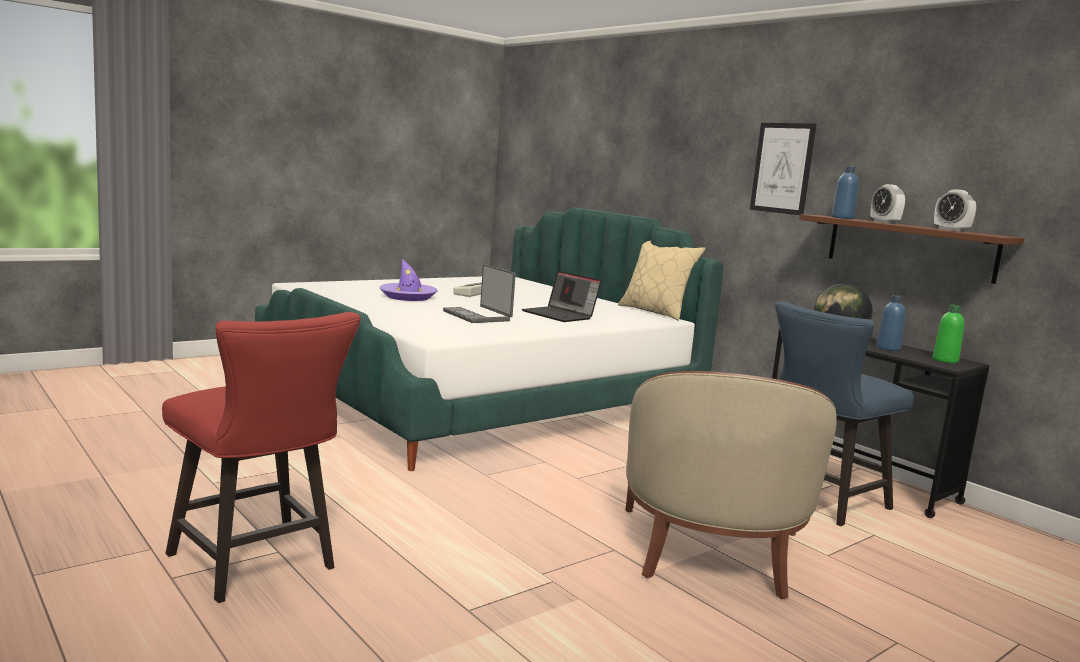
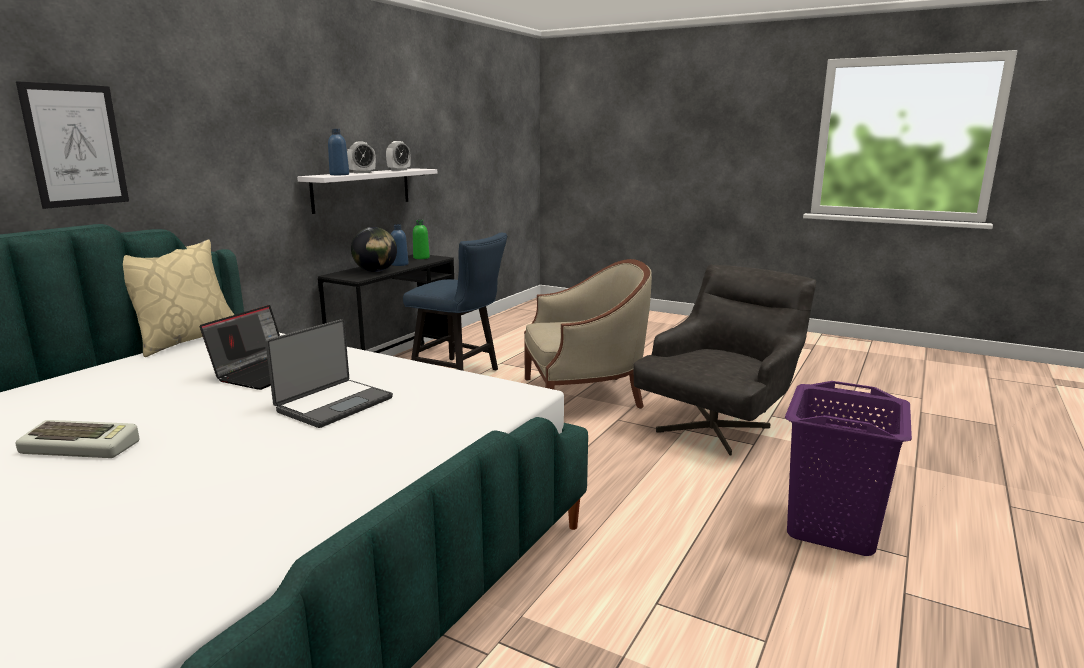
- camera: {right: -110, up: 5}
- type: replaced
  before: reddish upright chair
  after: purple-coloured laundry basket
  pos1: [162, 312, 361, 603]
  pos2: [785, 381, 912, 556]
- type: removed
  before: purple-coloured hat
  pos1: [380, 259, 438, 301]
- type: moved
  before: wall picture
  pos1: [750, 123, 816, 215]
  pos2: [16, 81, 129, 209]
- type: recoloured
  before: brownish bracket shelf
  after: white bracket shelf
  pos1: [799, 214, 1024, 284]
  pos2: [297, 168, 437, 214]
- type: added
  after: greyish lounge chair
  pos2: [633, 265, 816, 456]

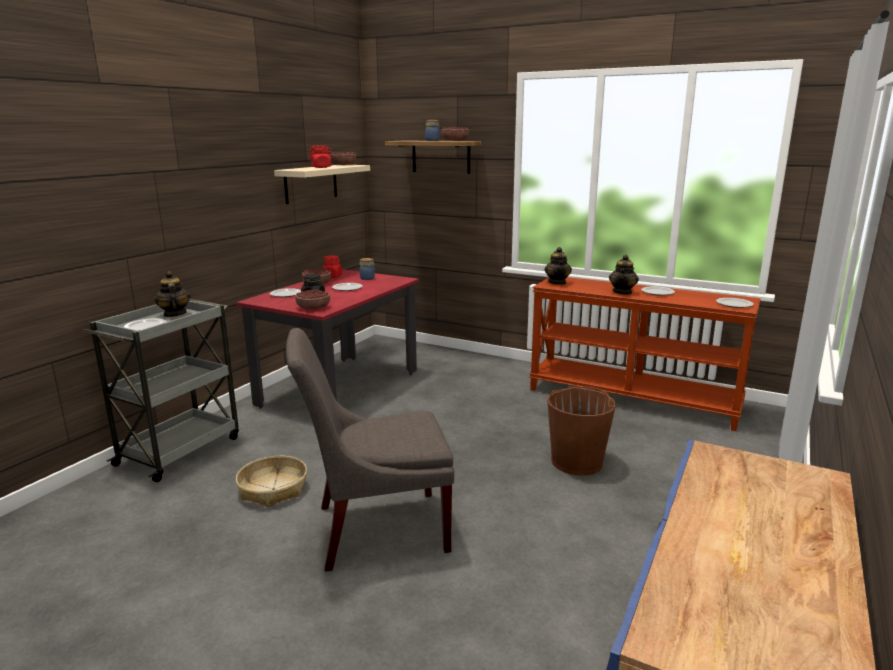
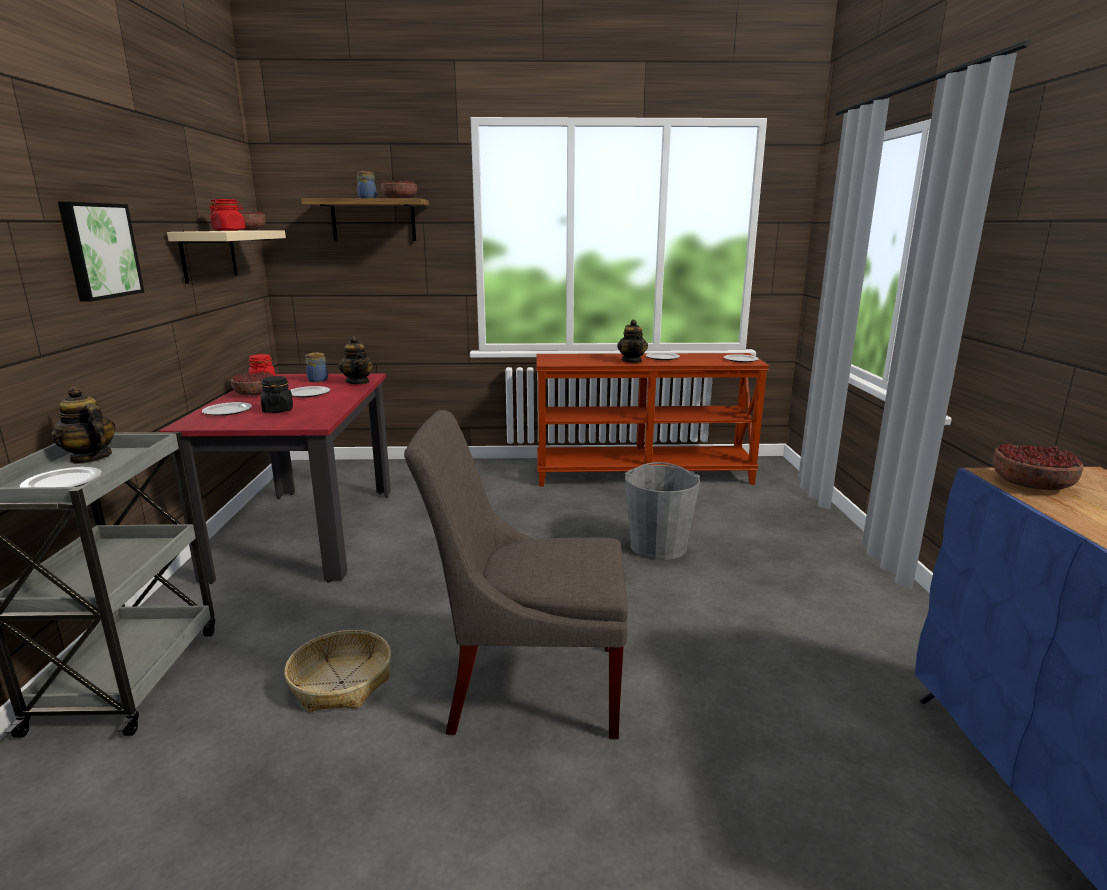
- camera: {right: -30, up: 0}
- type: turned
  before: greyish upright chair
  pos1: [286, 328, 454, 571]
  pos2: [404, 410, 628, 739]
  turn: 45
- type: moved
  before: serving bowl
  pos1: [295, 289, 330, 309]
  pos2: [993, 443, 1084, 490]
- type: moved
  before: pot for tea
  pos1: [544, 247, 572, 285]
  pos2: [338, 336, 374, 384]
- type: recoloured
  before: brownish bucket
  after: greyish bucket
  pos1: [547, 387, 616, 475]
  pos2: [625, 462, 700, 560]
- type: added
  after: wall picture
  pos2: [58, 202, 144, 302]

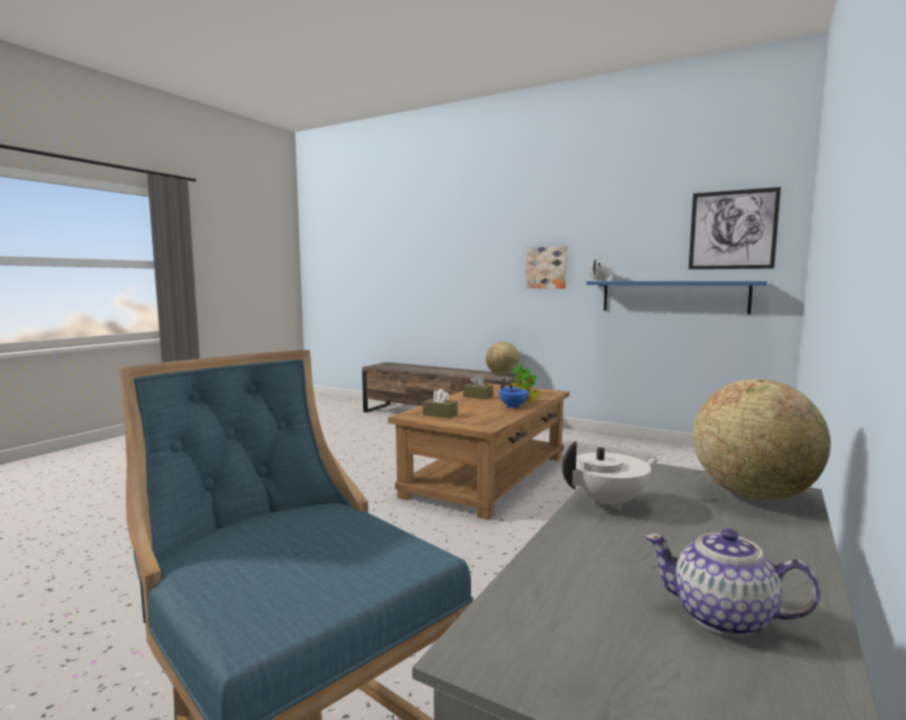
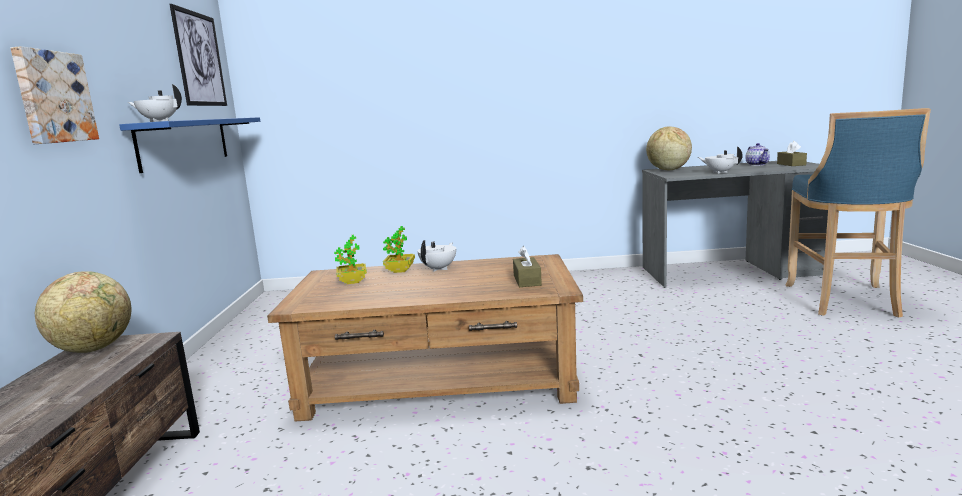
- camera: {right: -120, up: 5}
- type: moved
  before: brownish box of tissues
  pos1: [463, 374, 493, 399]
  pos2: [777, 141, 807, 166]
- type: recoloured
  before: bluish pot for tea
  after: white pot for tea
  pos1: [499, 379, 529, 409]
  pos2: [417, 240, 456, 272]

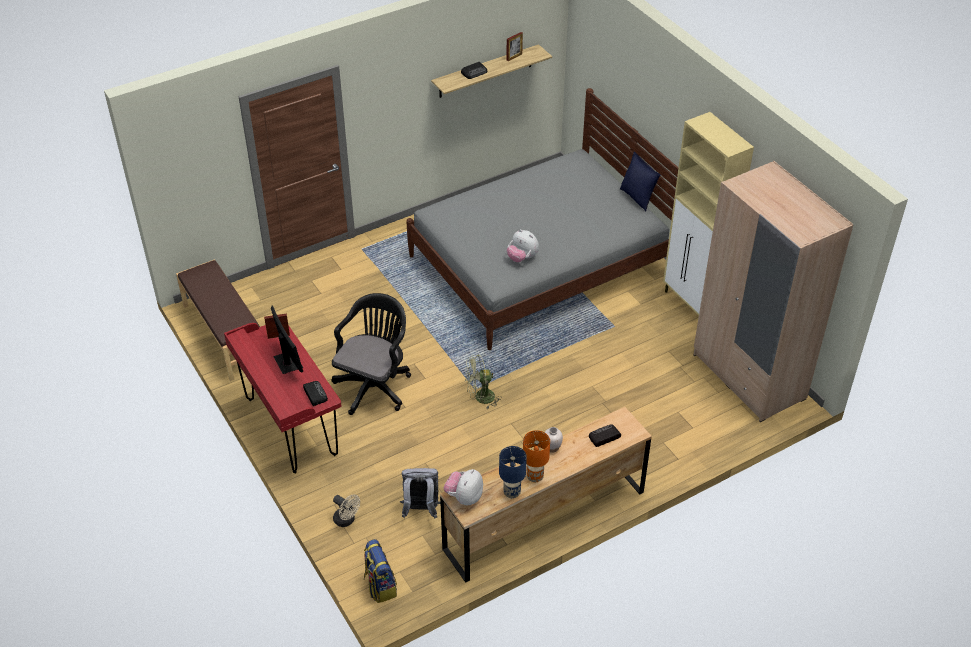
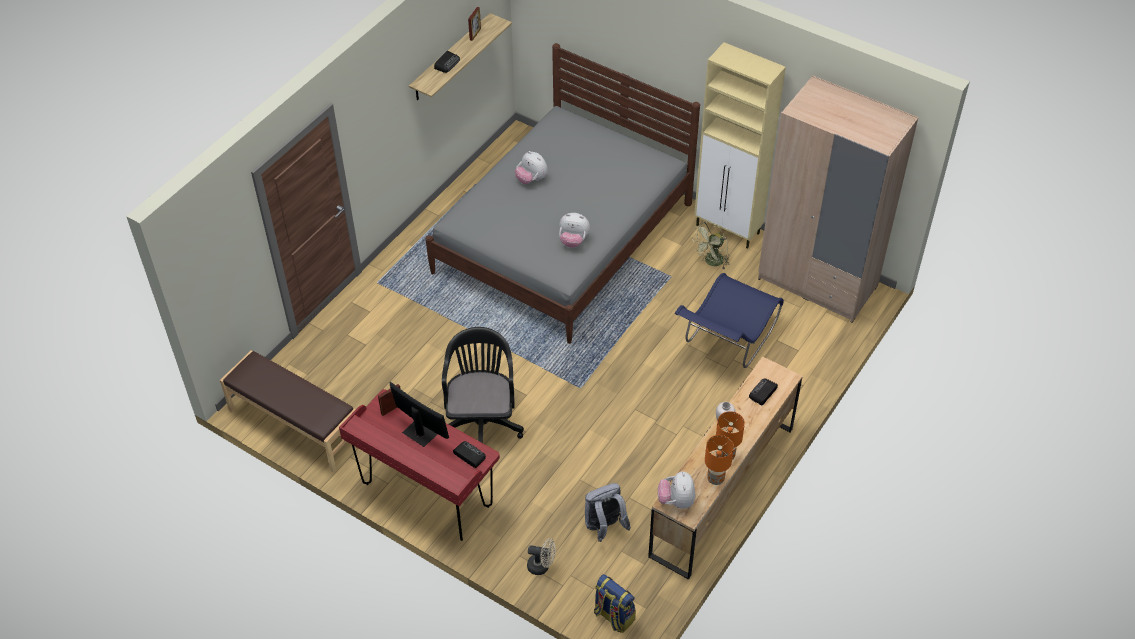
- camera: {right: -25, up: 5}
- type: moved
  before: green electric fan
  pos1: [465, 354, 502, 409]
  pos2: [692, 221, 730, 269]
- type: recoloured
  before: bluish lamp for a table
  after: orange-coloured lamp for a table
  pos1: [499, 446, 527, 498]
  pos2: [705, 435, 734, 485]
- type: removed
  before: bluish cushion
  pos1: [620, 152, 661, 212]
- type: added
  after: soft toy
  pos2: [515, 151, 548, 184]
- type: added
  after: bluish upright chair
  pos2: [675, 273, 784, 368]

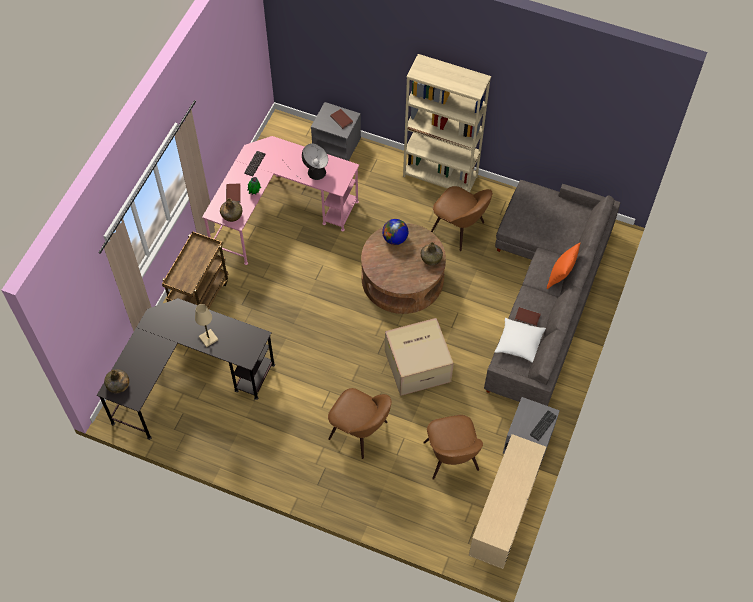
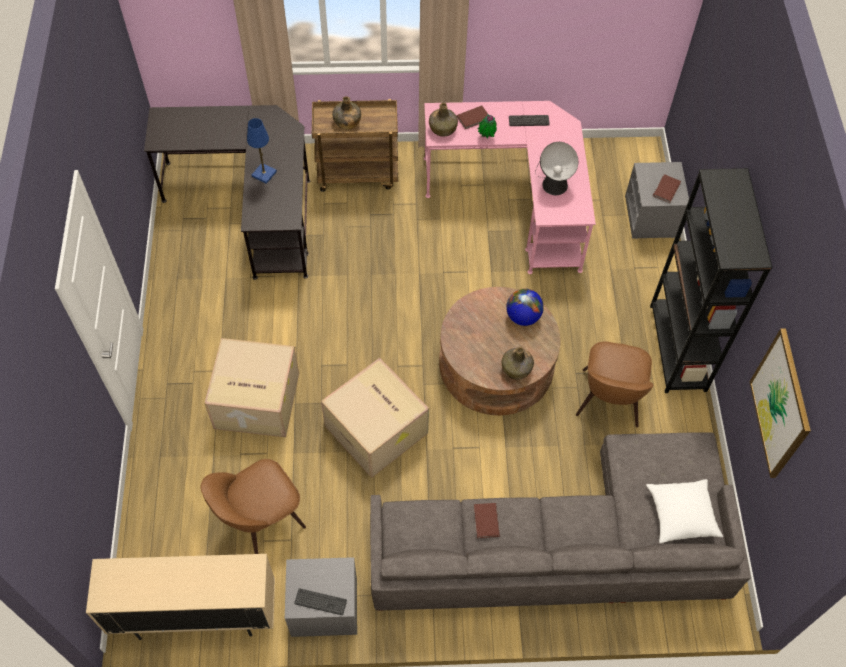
- camera: {right: 65, up: 0}
- type: moved
  before: green beverage bottle
  pos1: [104, 369, 129, 393]
  pos2: [332, 96, 361, 130]
- type: recoloured
  before: sand-coloured lamp for a table
  after: bluish lamp for a table
  pos1: [195, 304, 218, 347]
  pos2: [247, 118, 277, 184]
- type: replaced
  before: brownish upright chair
  after: packing box
  pos1: [328, 388, 392, 459]
  pos2: [205, 338, 299, 437]
- type: recoloured
  before: sand-coloured bookcase
  after: black bookcase
  pos1: [403, 54, 491, 192]
  pos2: [650, 168, 772, 393]
- type: moved
  before: white cushion
  pos1: [495, 318, 546, 362]
  pos2: [646, 479, 723, 543]
- type: removed
  before: orange-coloured cushion
  pos1: [547, 242, 581, 289]
- type: added
  after: wall picture
  pos2: [750, 328, 811, 478]

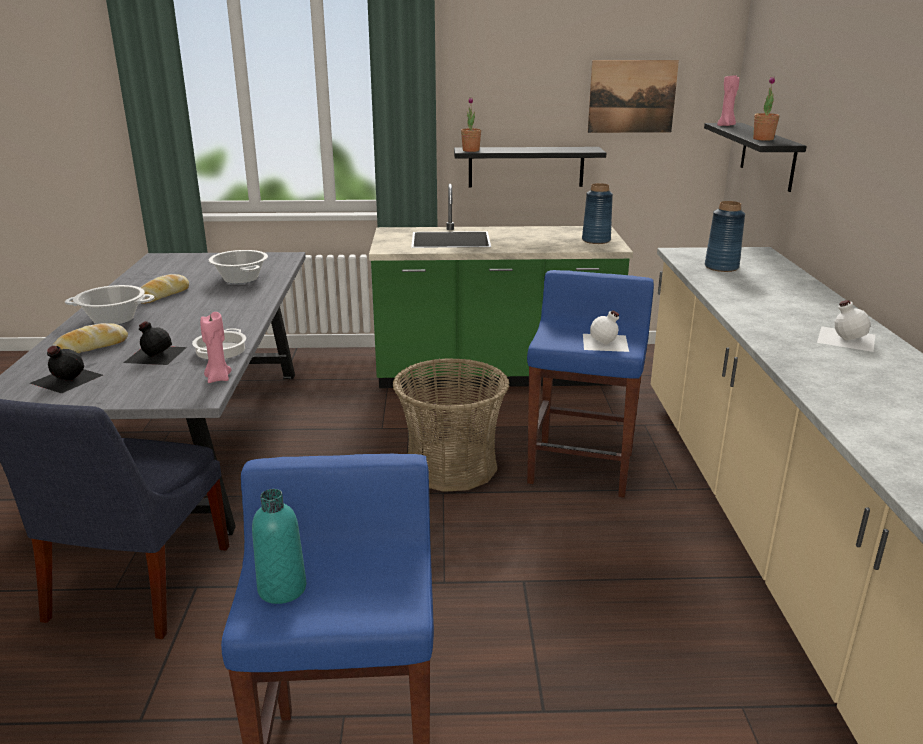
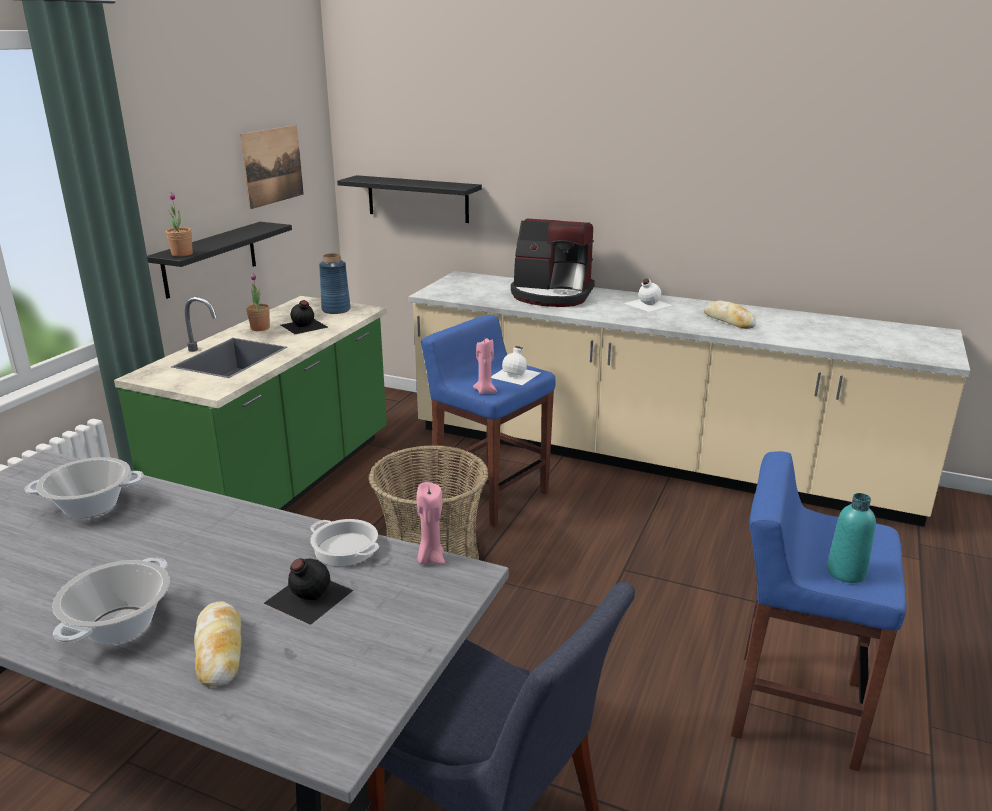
- camera: {right: -65, up: 0}
- type: moved
  before: black beverage bottle
  pos1: [30, 346, 103, 394]
  pos2: [281, 300, 328, 334]
- type: moved
  before: bakery bread
  pos1: [140, 274, 189, 304]
  pos2: [704, 300, 756, 329]
- type: removed
  before: bluish decorative vase
  pos1: [705, 201, 745, 272]
- type: moved
  before: pinkish wax candle
  pos1: [717, 74, 739, 126]
  pos2: [473, 338, 497, 394]
- type: moved
  before: houseplant
  pos1: [753, 76, 779, 141]
  pos2: [246, 273, 270, 331]
- type: added
  after: coffee maker
  pos2: [511, 219, 595, 307]

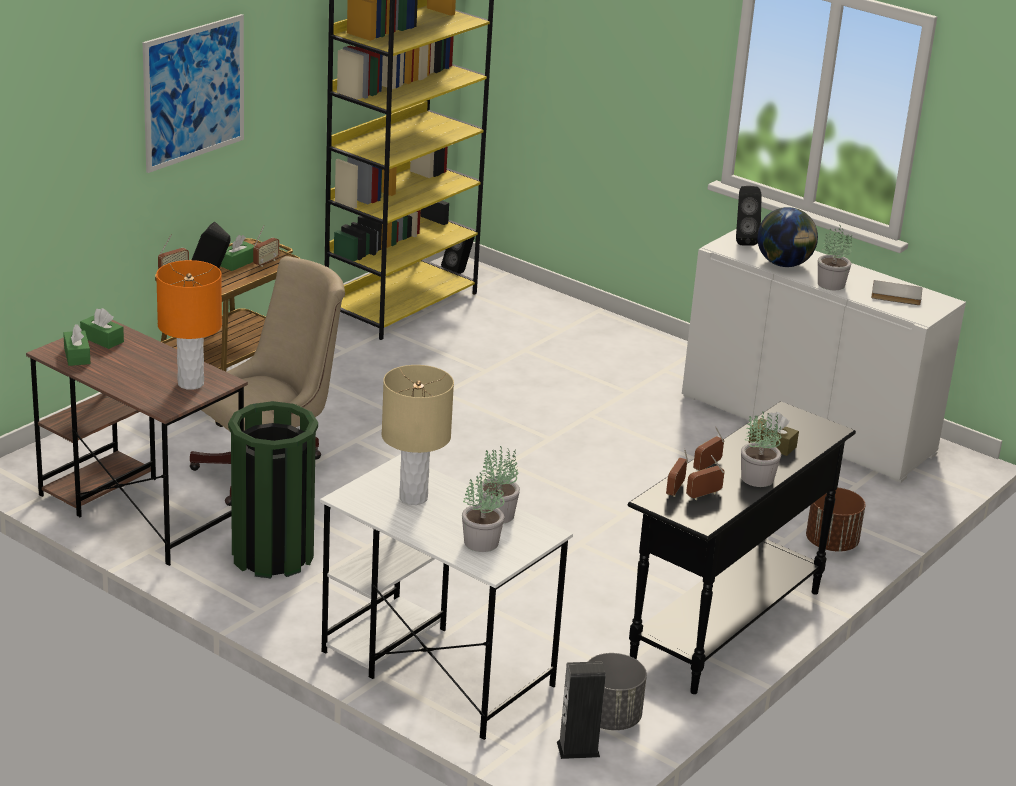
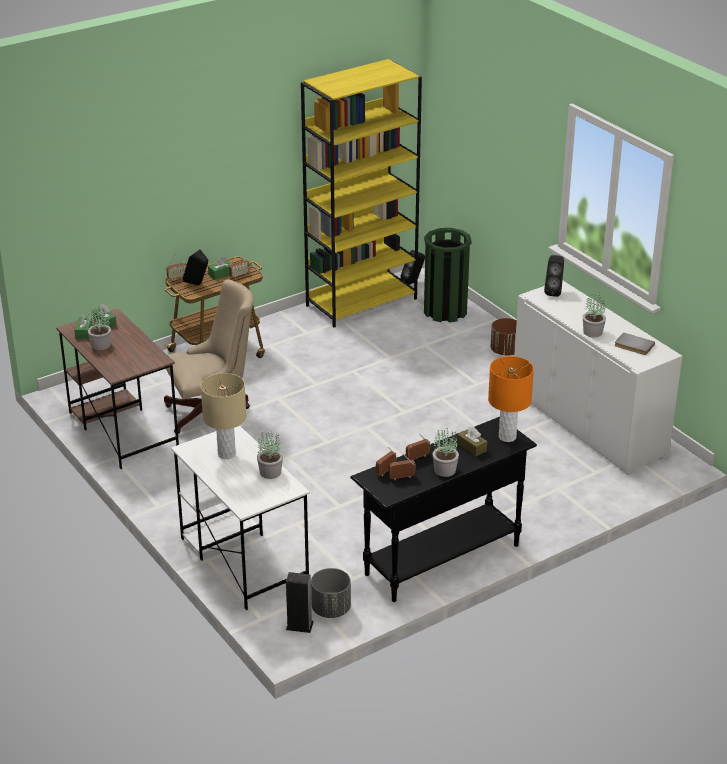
- camera: {right: 20, up: 5}
- type: removed
  before: wall picture
  pos1: [143, 14, 244, 173]
- type: moved
  before: orange-coloured lamp for a table
  pos1: [156, 260, 222, 390]
  pos2: [488, 356, 534, 442]
- type: moved
  before: green trash can
  pos1: [228, 401, 318, 579]
  pos2: [424, 228, 472, 323]
- type: moved
  before: houseplant
  pos1: [462, 472, 504, 552]
  pos2: [88, 308, 111, 350]
- type: removed
  before: world globe
  pos1: [757, 207, 818, 267]
- type: moved
  before: brownish flower pot
  pos1: [806, 487, 866, 551]
  pos2: [491, 318, 517, 355]

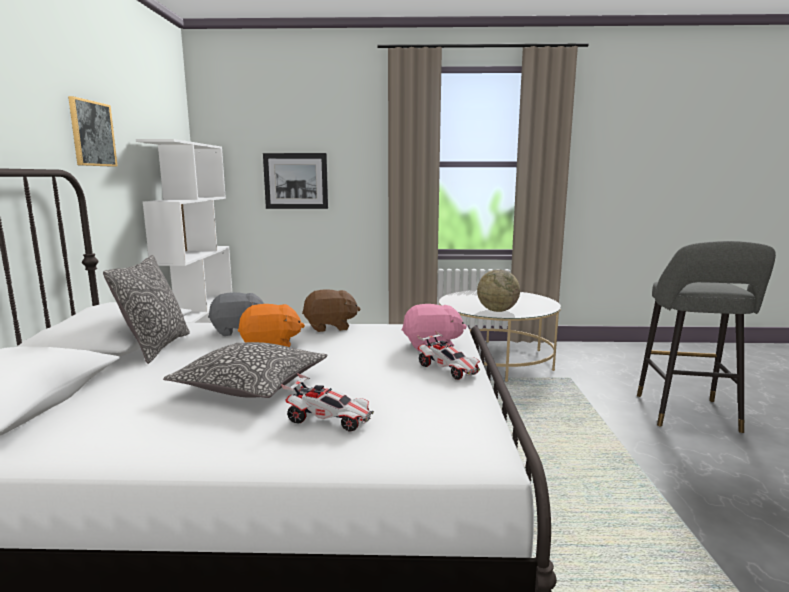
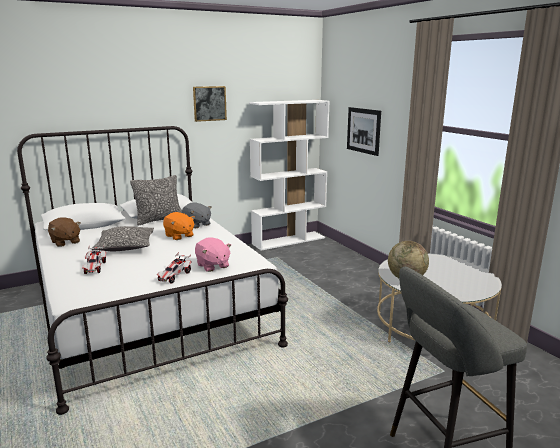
- camera: {right: 60, up: 5}
- type: moved
  before: brownish soft toy
  pos1: [302, 289, 360, 332]
  pos2: [48, 217, 80, 247]

